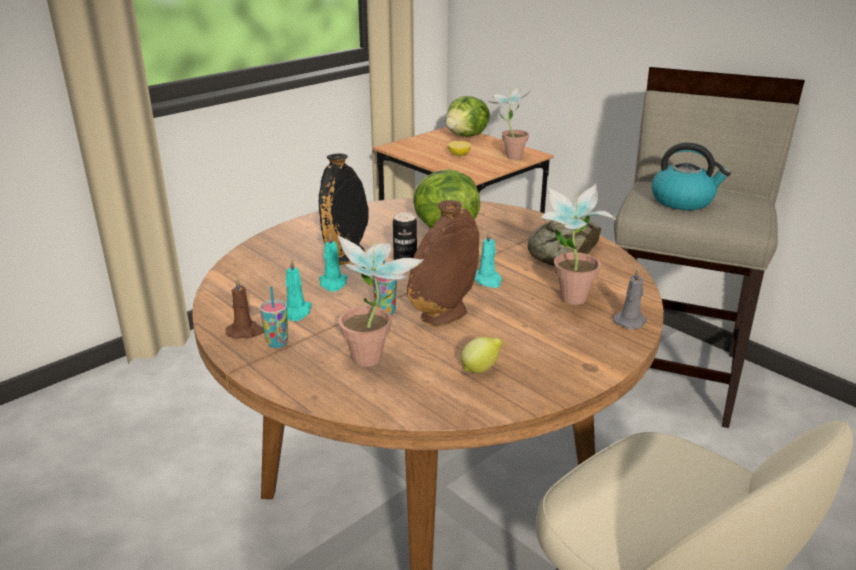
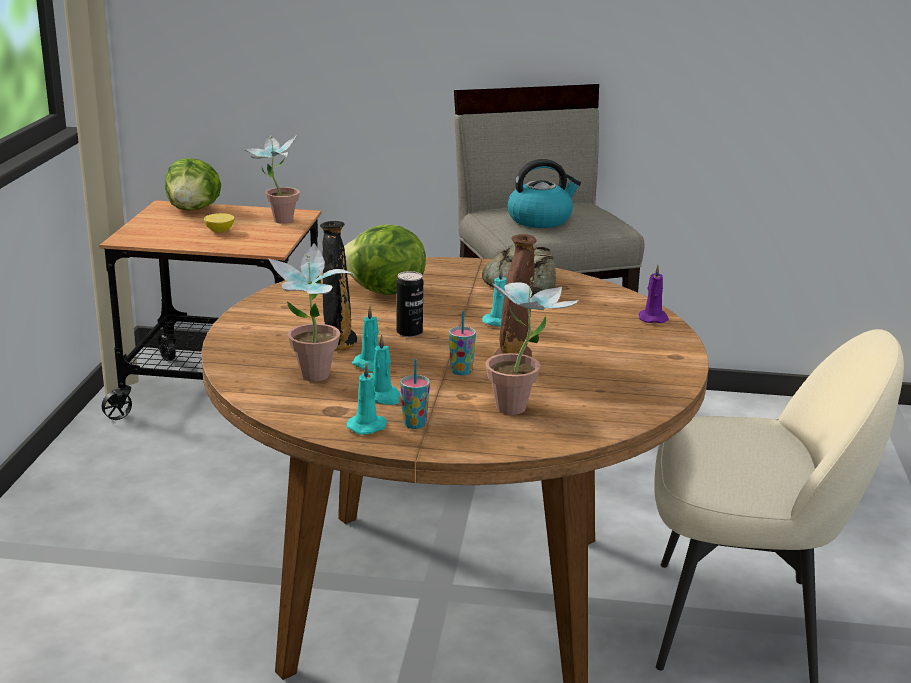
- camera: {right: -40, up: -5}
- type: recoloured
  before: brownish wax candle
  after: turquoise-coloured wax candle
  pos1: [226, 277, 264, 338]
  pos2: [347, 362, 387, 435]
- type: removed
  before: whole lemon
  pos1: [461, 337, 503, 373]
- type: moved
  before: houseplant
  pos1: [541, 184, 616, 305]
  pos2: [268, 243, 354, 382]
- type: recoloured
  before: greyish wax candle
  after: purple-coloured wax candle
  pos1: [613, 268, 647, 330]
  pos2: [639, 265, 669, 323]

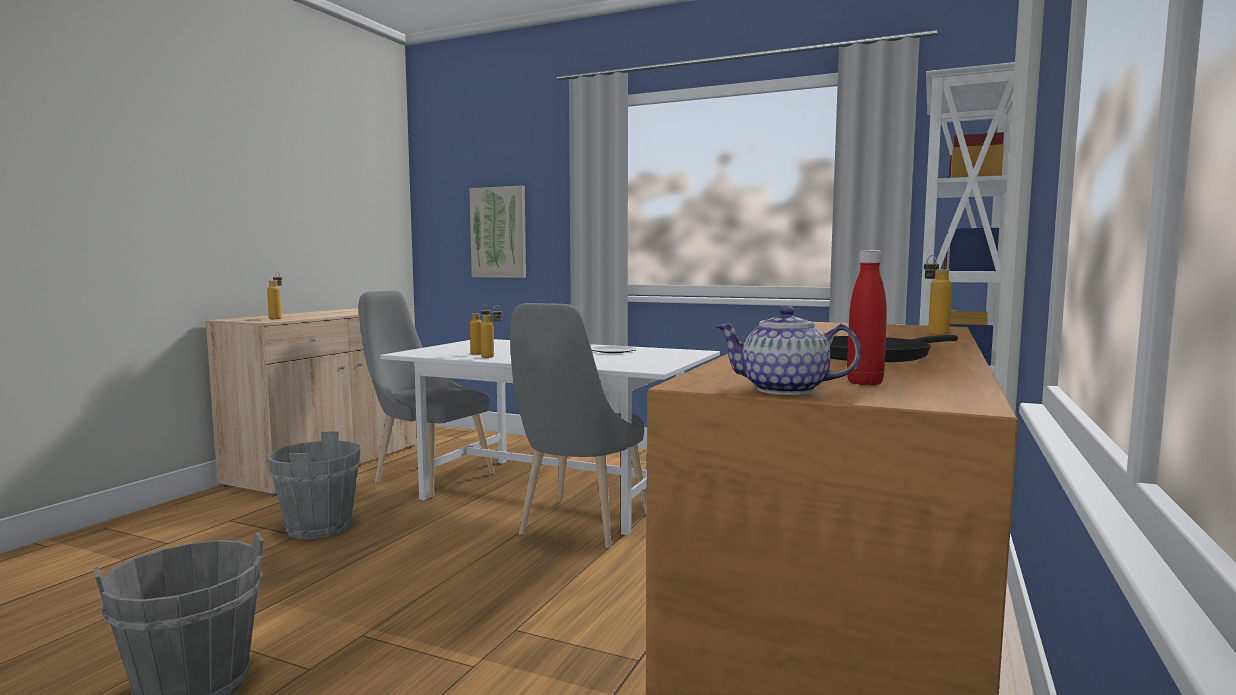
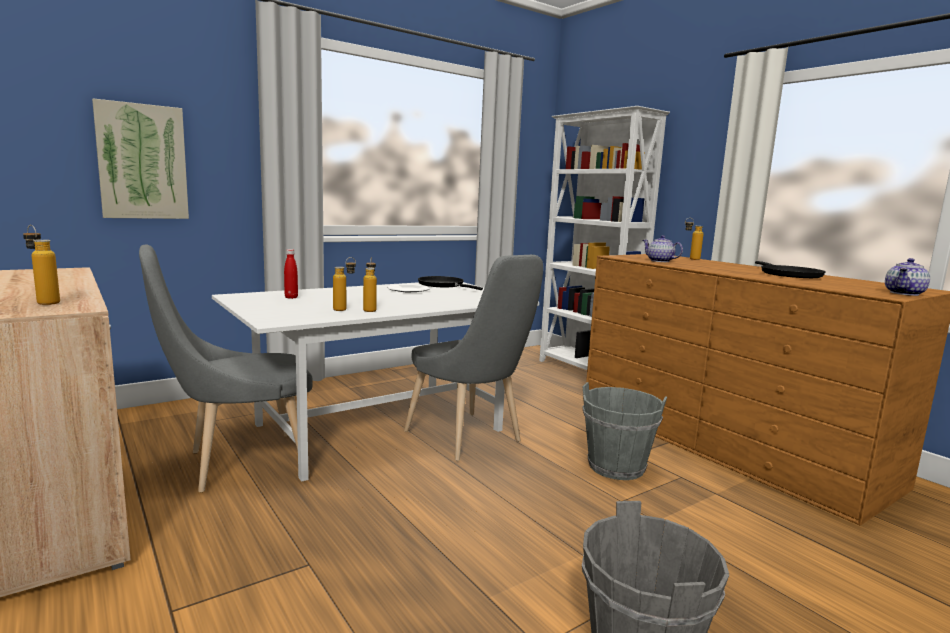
- camera: {right: -60, up: 5}
- type: moved
  before: greyish bucket
  pos1: [268, 431, 361, 539]
  pos2: [582, 382, 667, 480]
- type: moved
  before: reddish beverage bottle
  pos1: [847, 250, 887, 386]
  pos2: [284, 249, 298, 299]
- type: added
  after: black skillet
  pos2: [418, 276, 483, 290]
- type: added
  after: pot for tea
  pos2: [642, 235, 683, 262]

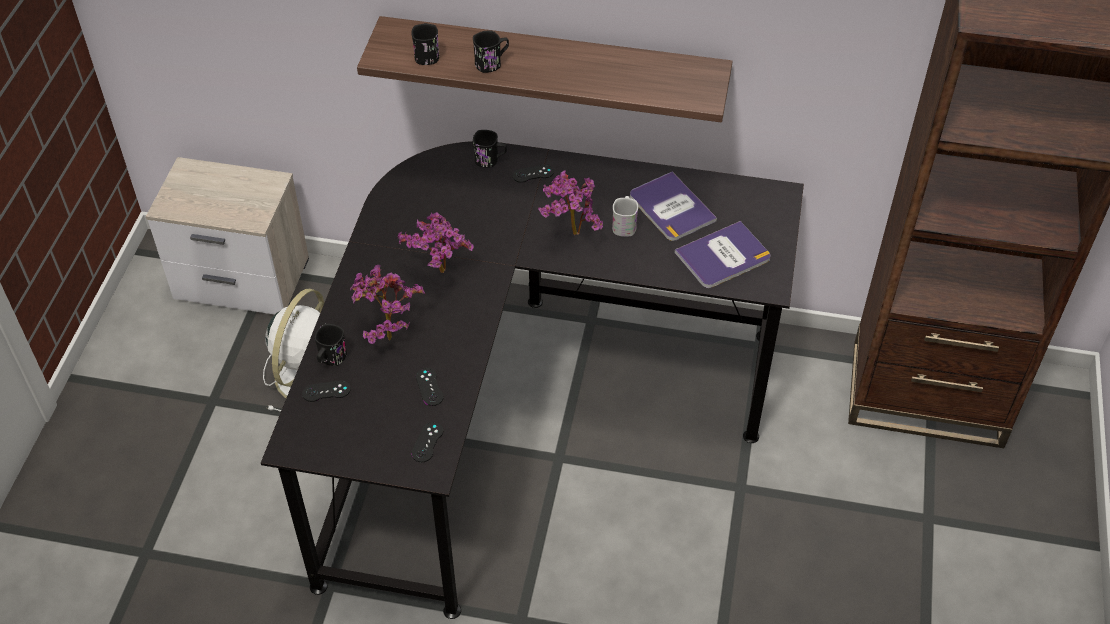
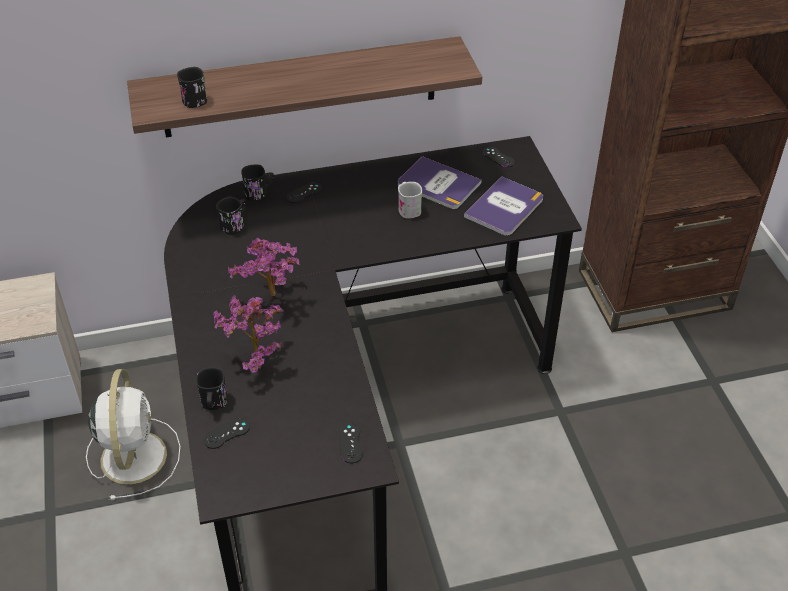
- camera: {right: -25, up: -5}
- type: moved
  before: black gamepad
  pos1: [416, 368, 444, 406]
  pos2: [482, 147, 515, 167]
- type: moved
  before: black coffee mug
  pos1: [473, 30, 509, 73]
  pos2: [216, 196, 246, 235]
- type: removed
  before: houseplant
  pos1: [538, 170, 603, 235]

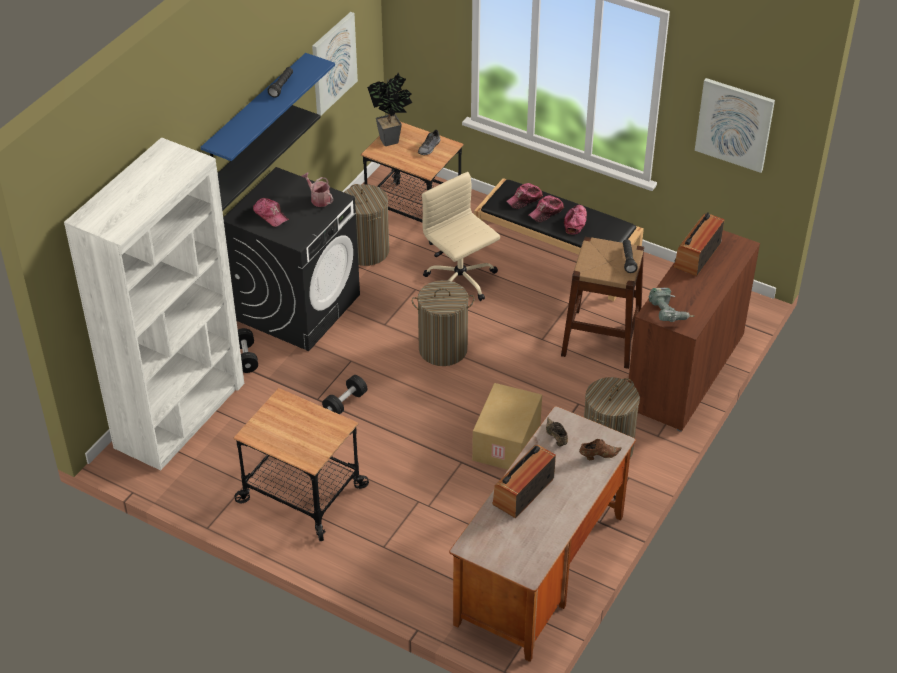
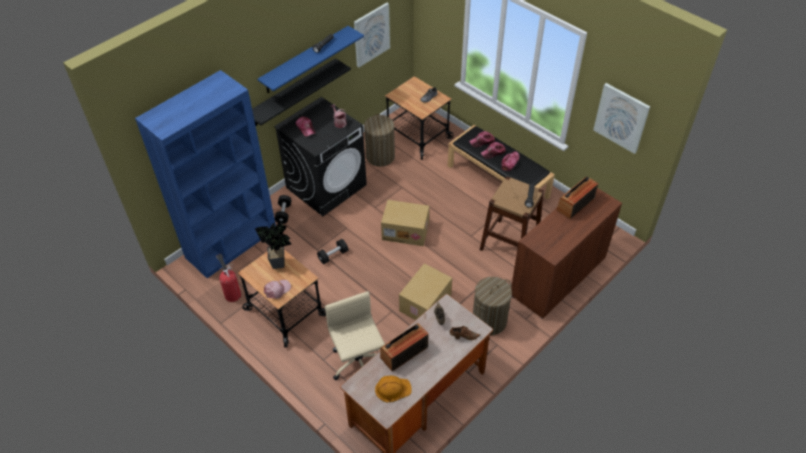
- camera: {right: 15, up: 5}
- type: recoloured
  before: white bookcase
  after: bluish bookcase
  pos1: [64, 137, 244, 471]
  pos2: [135, 70, 276, 278]
- type: moved
  before: houseplant
  pos1: [367, 73, 413, 146]
  pos2: [255, 220, 291, 269]
- type: replaced
  before: laundry basket
  after: packing box
  pos1: [412, 280, 475, 366]
  pos2: [381, 200, 429, 246]
- type: moved
  before: sand-coloured computer chair
  pos1: [422, 172, 500, 301]
  pos2: [325, 291, 385, 380]
- type: removed
  before: electric drill
  pos1: [648, 288, 694, 322]
- type: added
  after: fire-fighting cylinder
  pos2: [216, 254, 241, 302]
- type: added
  after: pinkish peaked cap
  pos2: [264, 280, 291, 299]
- type: added
  after: orange-coloured work helmet
  pos2: [375, 376, 411, 403]

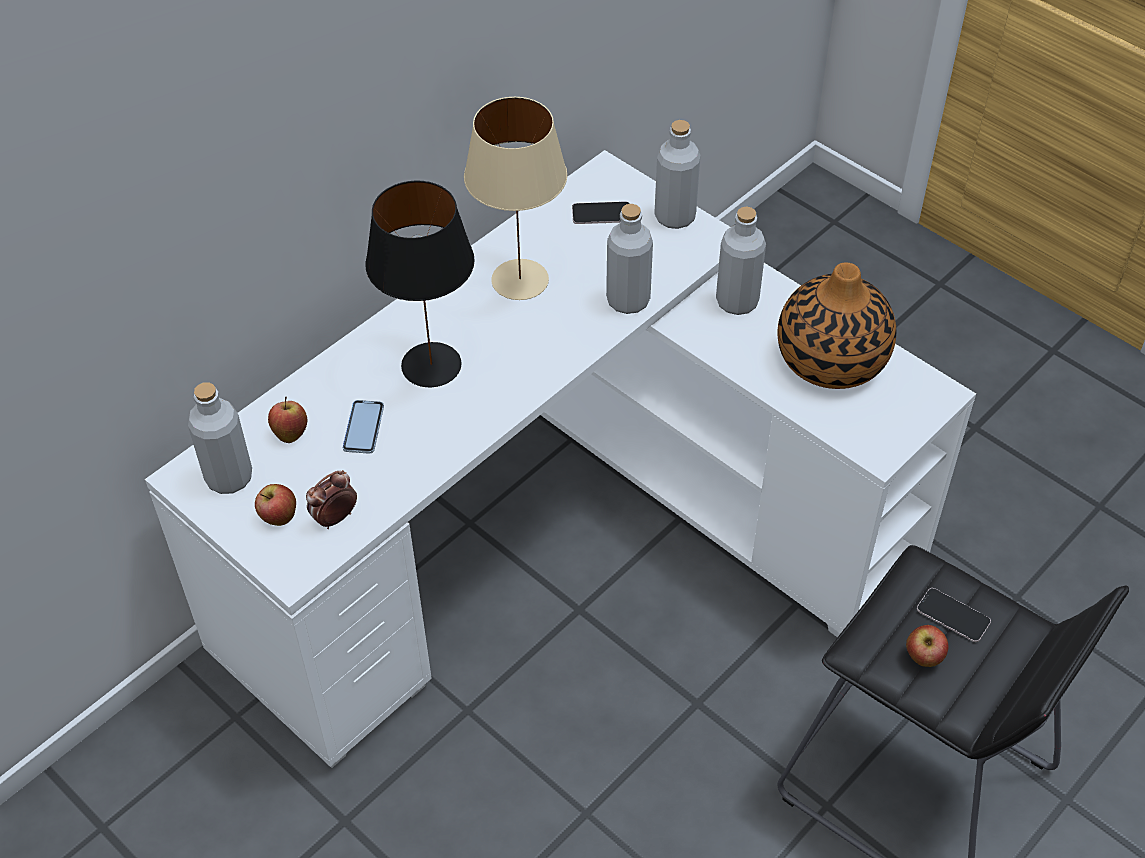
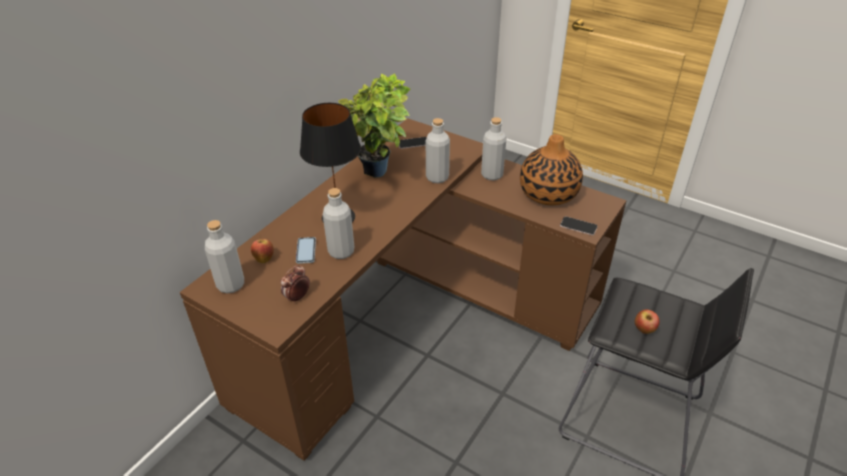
- camera: {right: -10, up: -10}
- type: recoloured
  before: white desk
  after: brownish desk
  pos1: [145, 150, 976, 768]
  pos2: [180, 118, 627, 461]
- type: removed
  before: whole apple
  pos1: [255, 484, 296, 526]
- type: replaced
  before: sand-coloured lamp for a table
  after: houseplant
  pos1: [464, 97, 567, 300]
  pos2: [338, 74, 410, 178]
- type: moved
  before: greyish beverage bottle
  pos1: [654, 120, 700, 229]
  pos2: [323, 188, 354, 259]
- type: moved
  before: phone
  pos1: [917, 588, 991, 642]
  pos2: [560, 216, 598, 235]

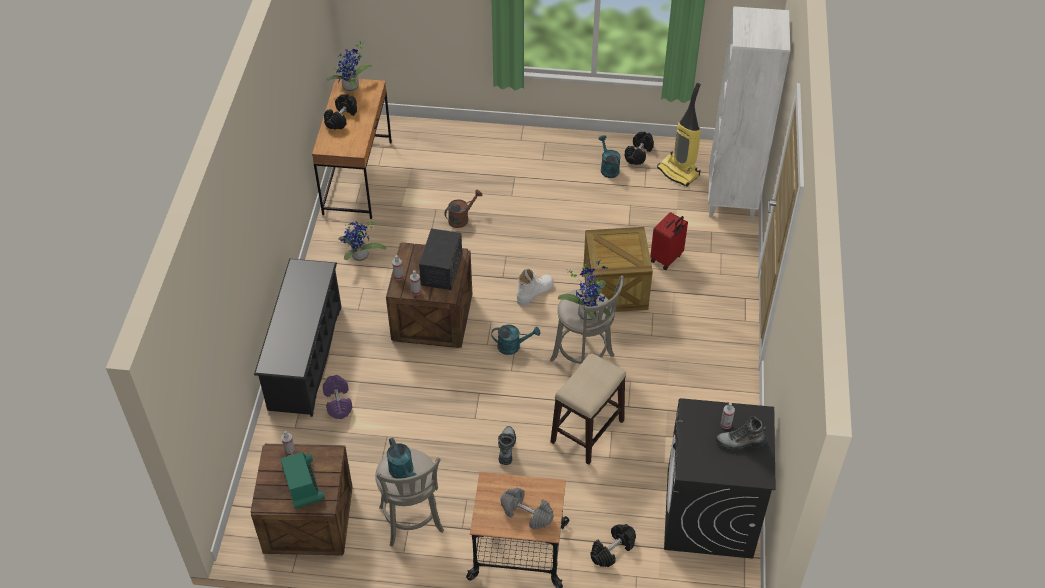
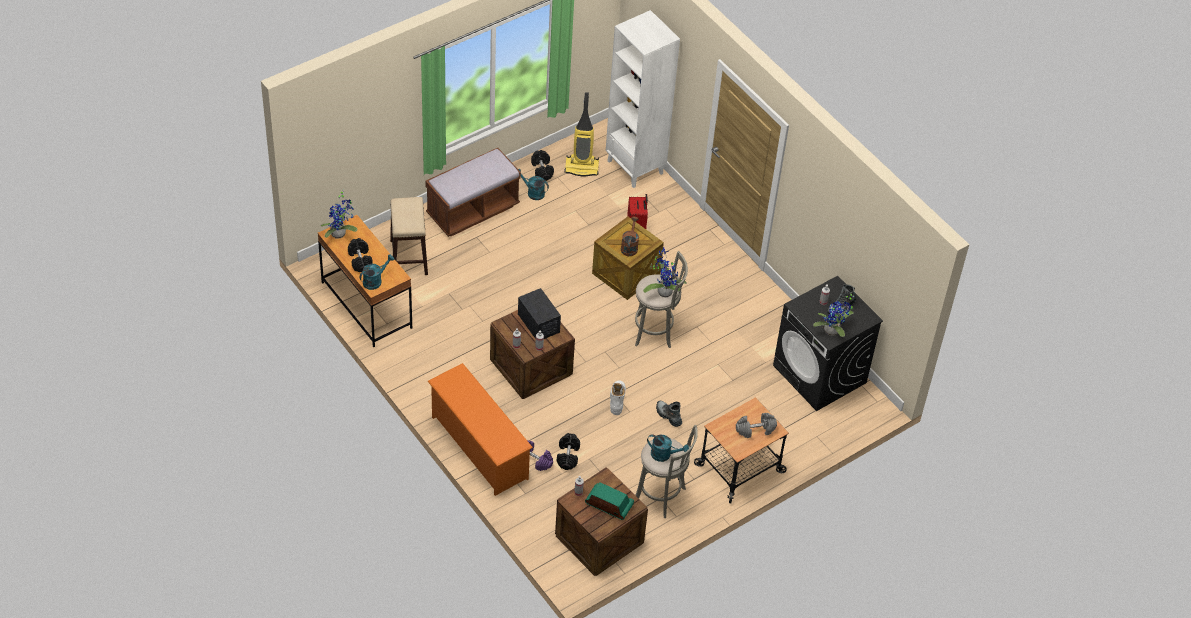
- camera: {right: -45, up: 0}
- type: recoloured
  before: black shoe shelf
  after: orange-coloured shoe shelf
  pos1: [254, 259, 342, 417]
  pos2: [428, 363, 533, 496]
- type: moved
  before: houseplant
  pos1: [338, 222, 387, 261]
  pos2: [813, 294, 854, 337]
- type: moved
  before: brownish watering can
  pos1: [445, 190, 482, 228]
  pos2: [621, 217, 639, 256]
- type: moved
  before: turquoise-coloured watering can
  pos1: [491, 325, 540, 355]
  pos2: [360, 254, 394, 290]
- type: moved
  before: white tall boot
  pos1: [517, 269, 553, 306]
  pos2: [610, 381, 626, 415]
- type: moved
  before: stool
  pos1: [550, 353, 626, 465]
  pos2: [390, 197, 428, 275]
- type: moved
  before: black free weight
  pos1: [590, 524, 636, 567]
  pos2: [557, 433, 580, 470]
- type: added
  after: brownish long seat
  pos2: [425, 148, 521, 237]

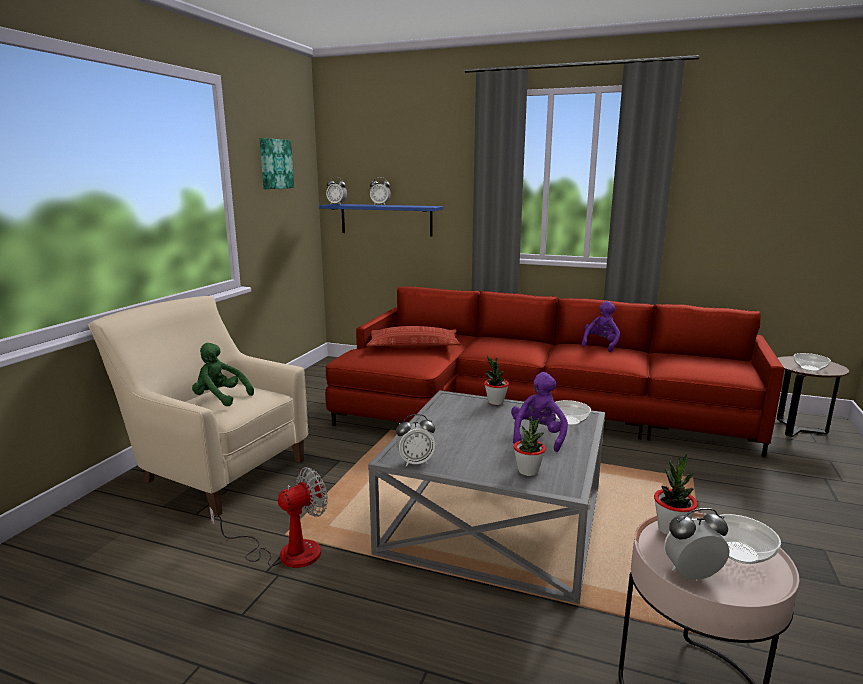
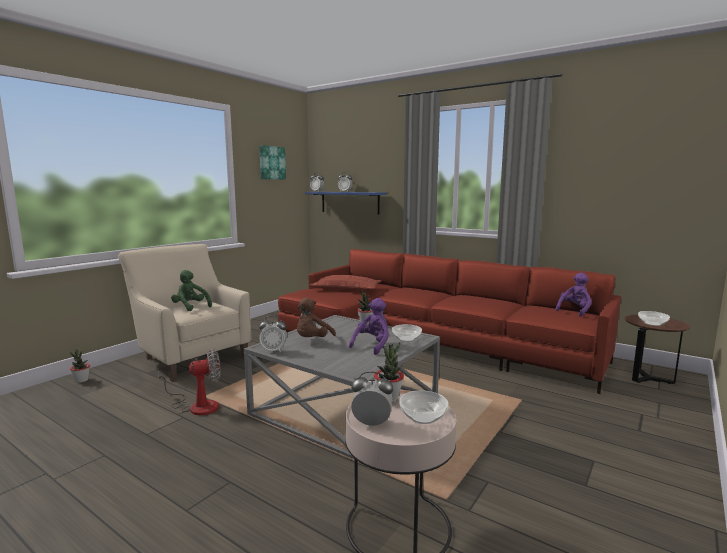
- camera: {right: 15, up: -5}
- type: moved
  before: houseplant
  pos1: [514, 416, 546, 476]
  pos2: [70, 350, 90, 383]
- type: moved
  before: purple-coloured soft toy
  pos1: [582, 301, 620, 352]
  pos2: [555, 273, 592, 317]
- type: added
  after: brownish soft toy
  pos2: [297, 298, 336, 337]

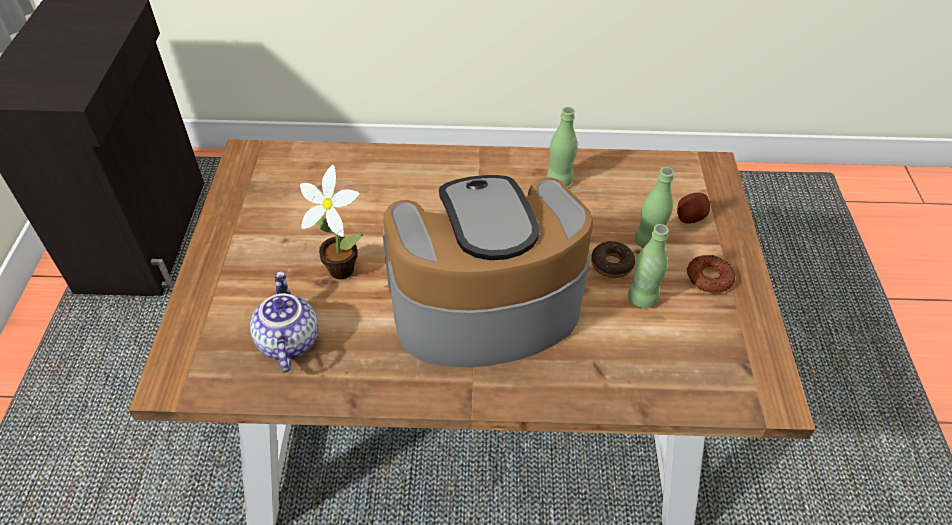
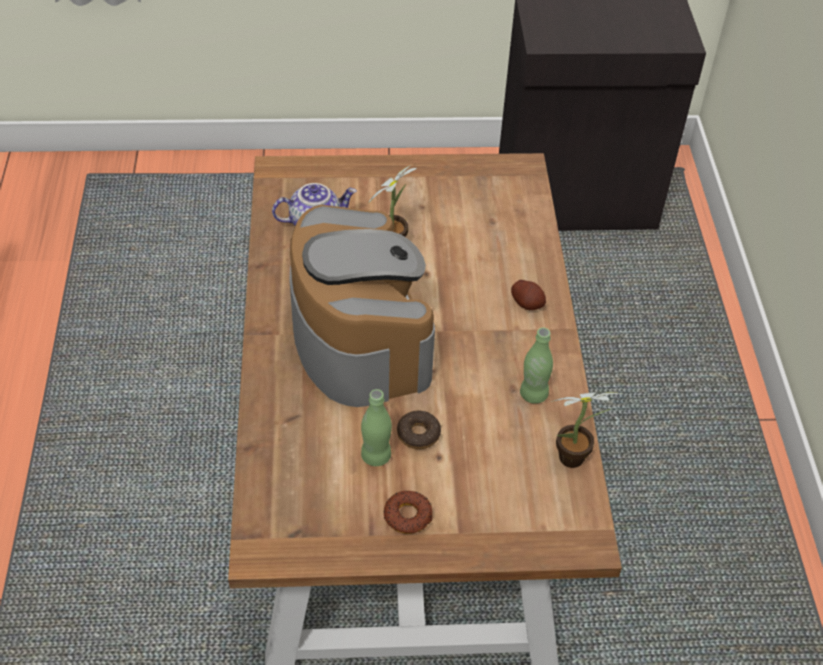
- camera: {right: 85, up: 0}
- type: removed
  before: green beverage bottle
  pos1: [634, 167, 674, 248]
- type: moved
  before: potato
  pos1: [677, 193, 710, 224]
  pos2: [511, 280, 546, 310]
- type: added
  after: houseplant
  pos2: [551, 392, 624, 468]

